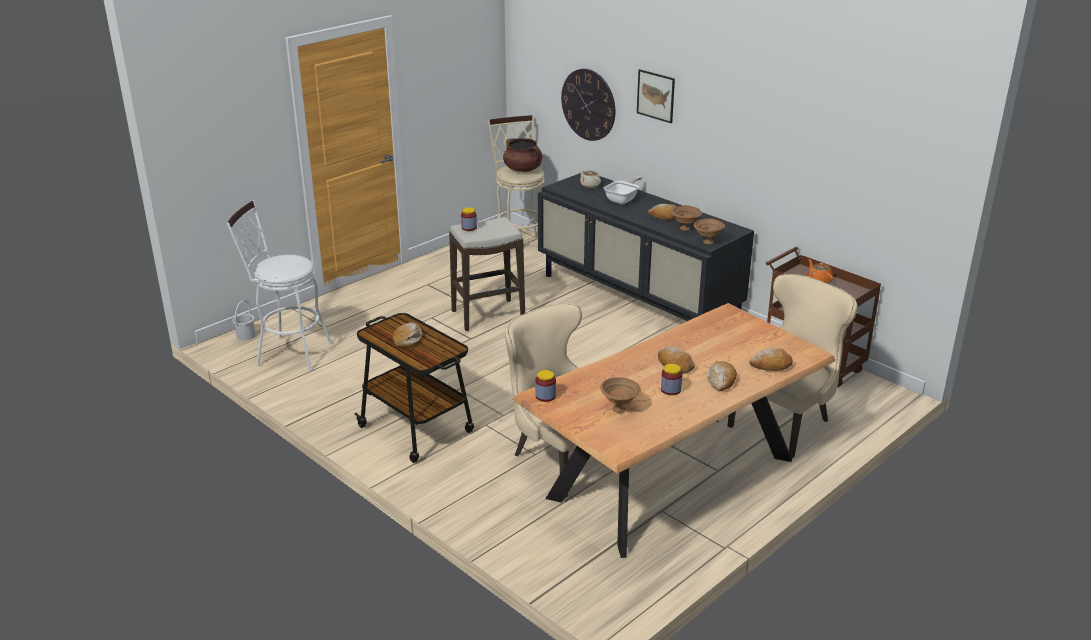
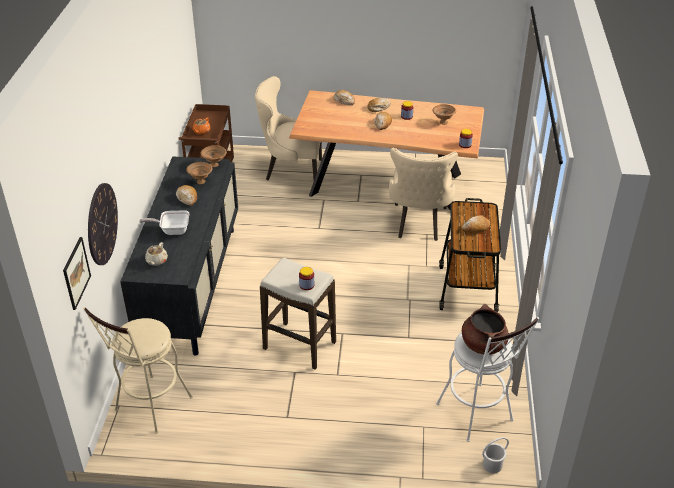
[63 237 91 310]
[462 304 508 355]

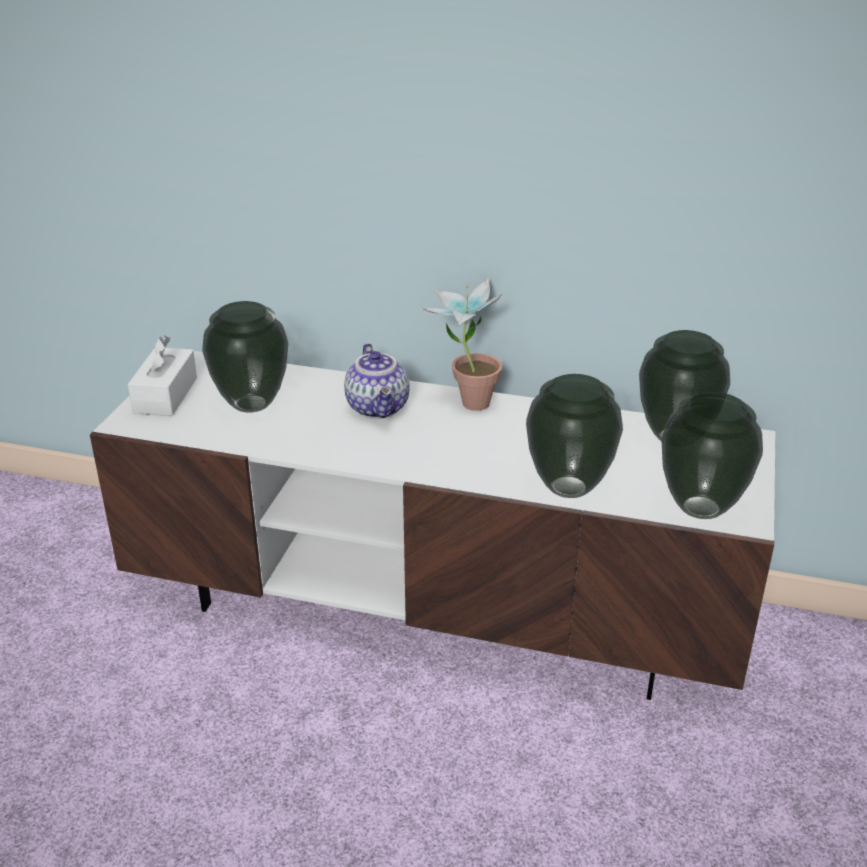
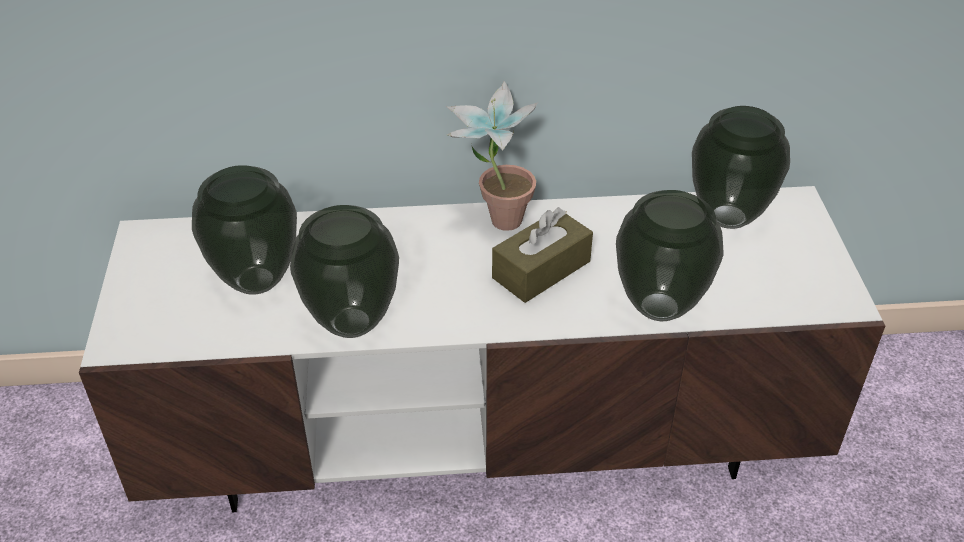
[290 205 399 338]
[492 207 593 303]
[128 335 197 416] (first image)
[344 343 410 419] (first image)

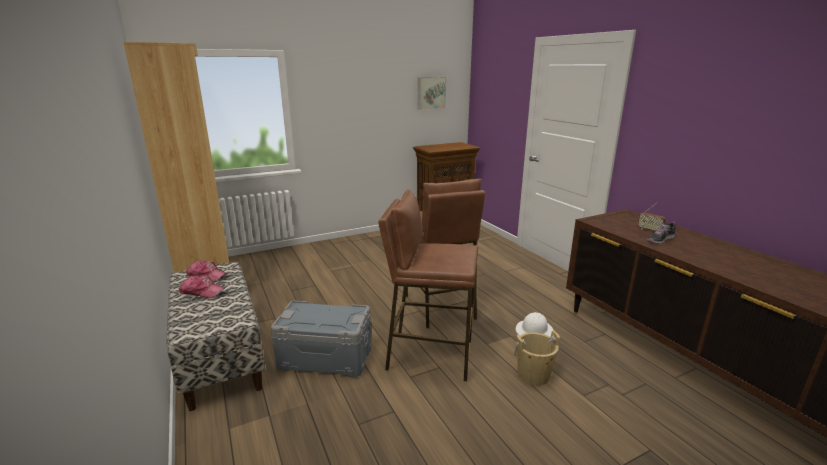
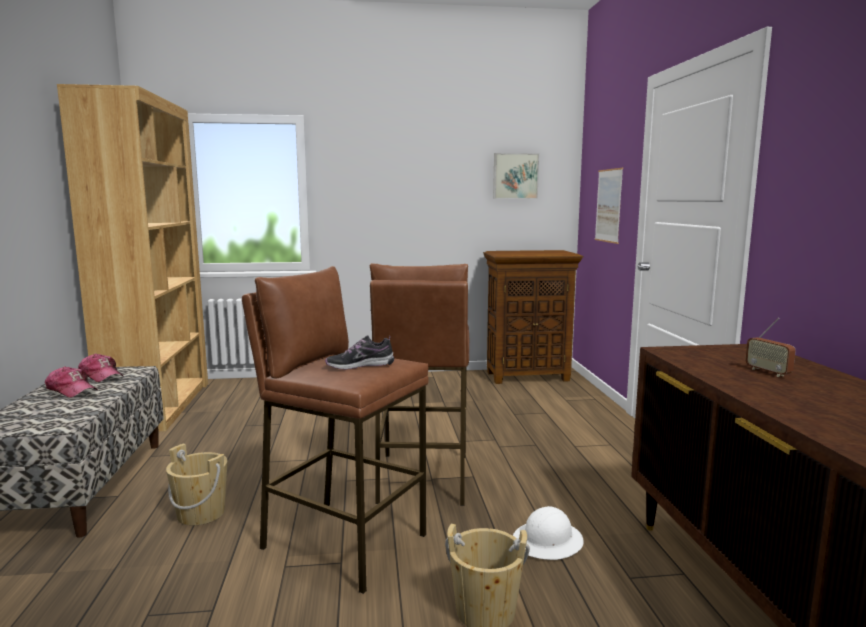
[166 443 228 525]
[325 335 394 370]
[595 168 623 244]

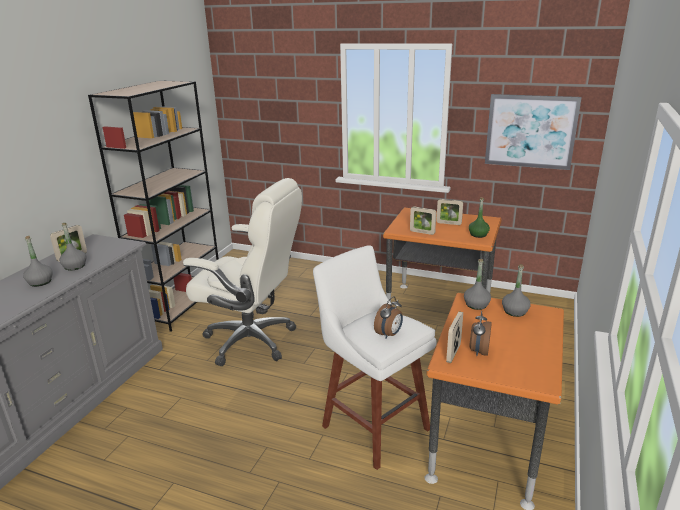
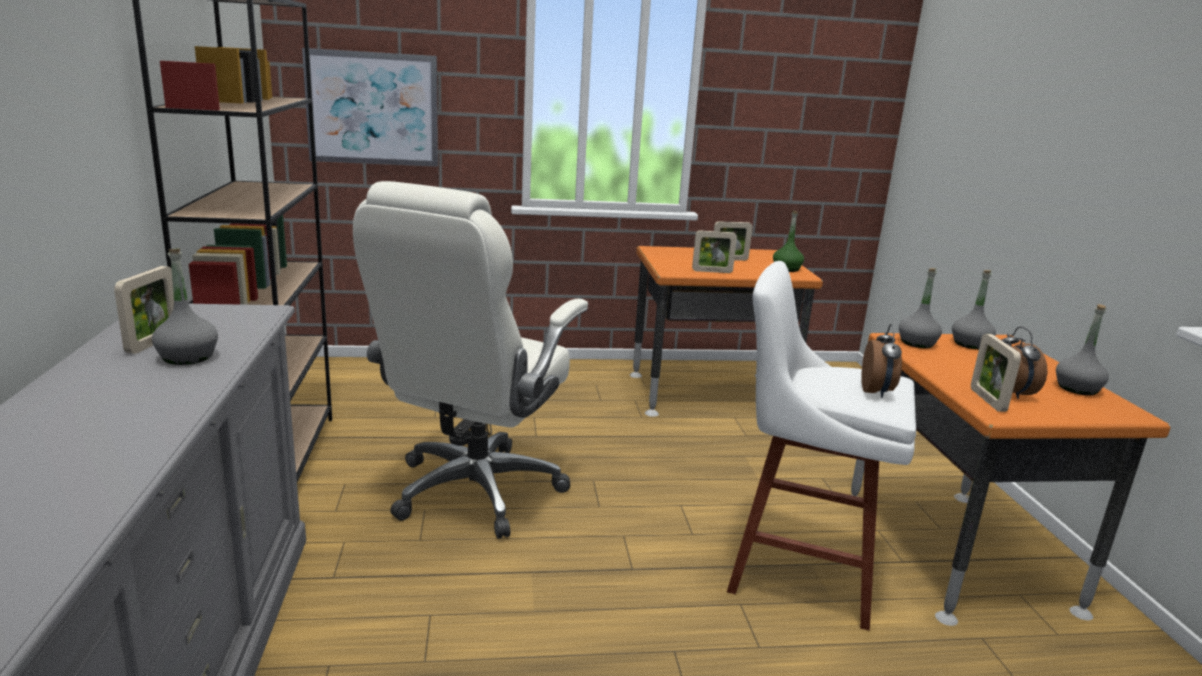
[302 48 438 167]
[353 181 588 539]
[1056 304 1109 395]

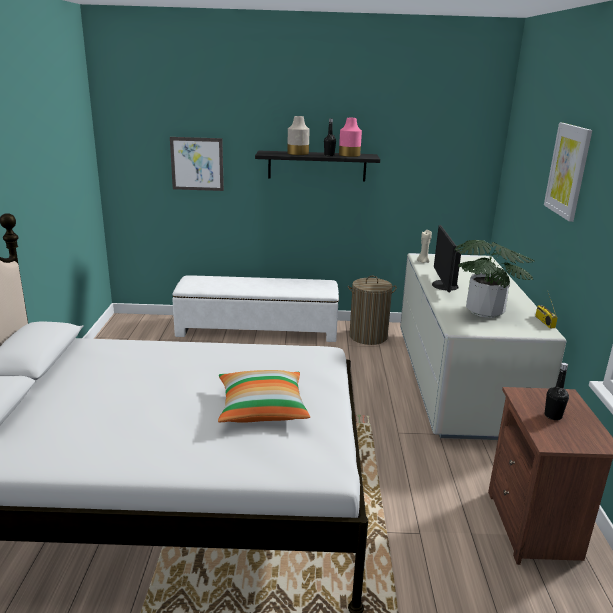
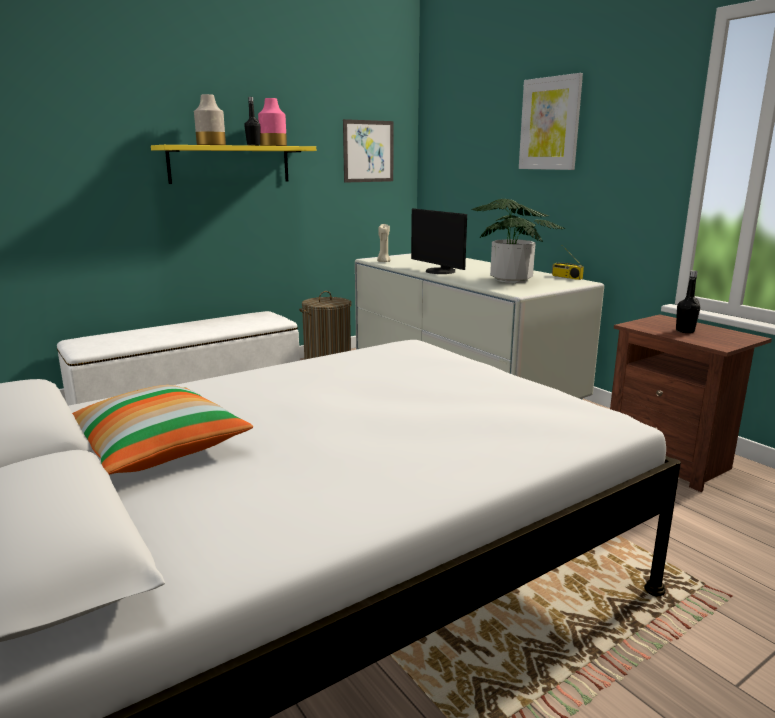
[72 385 253 475]
[151 145 316 184]
[343 119 394 183]

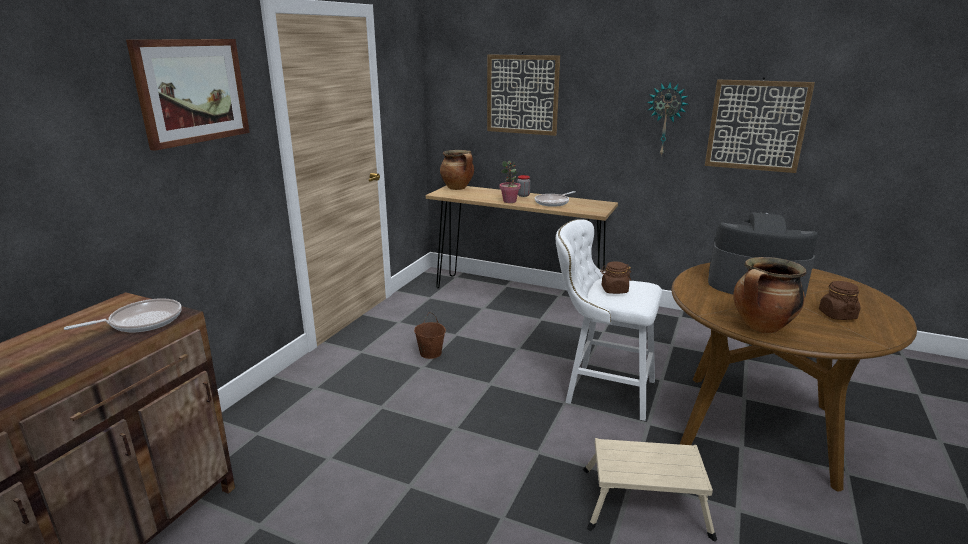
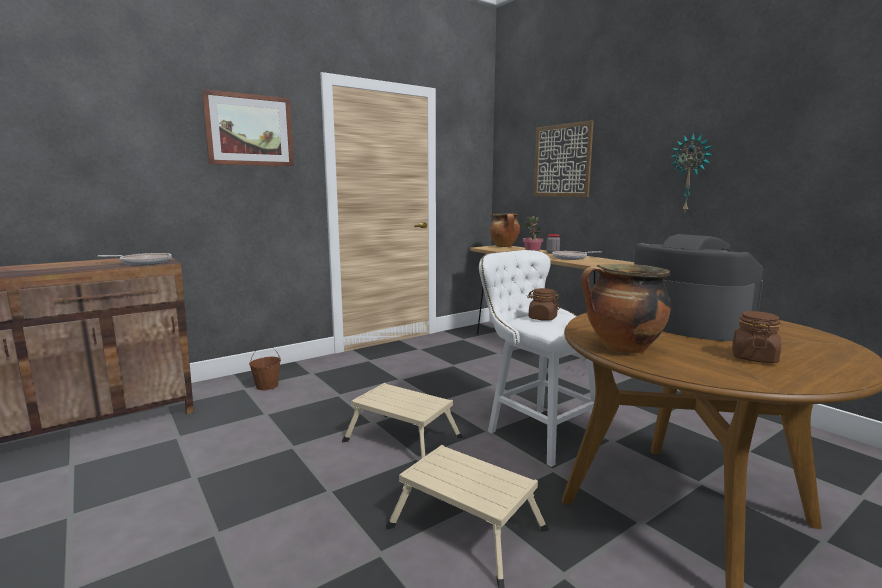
[249 344 281 391]
[342 383 463 459]
[705 77 815 173] (first image)

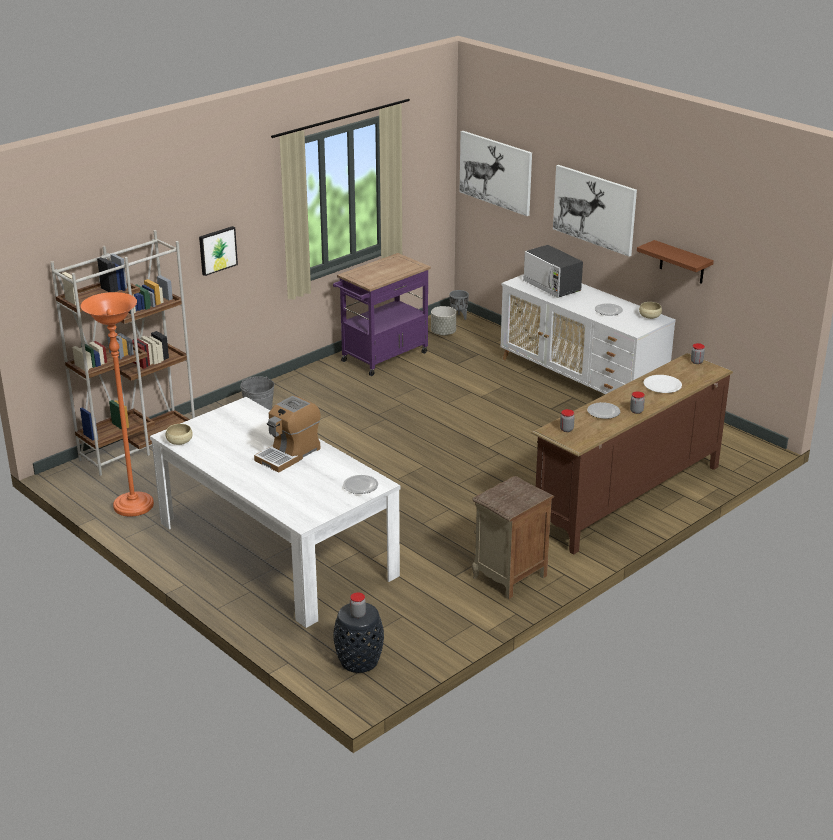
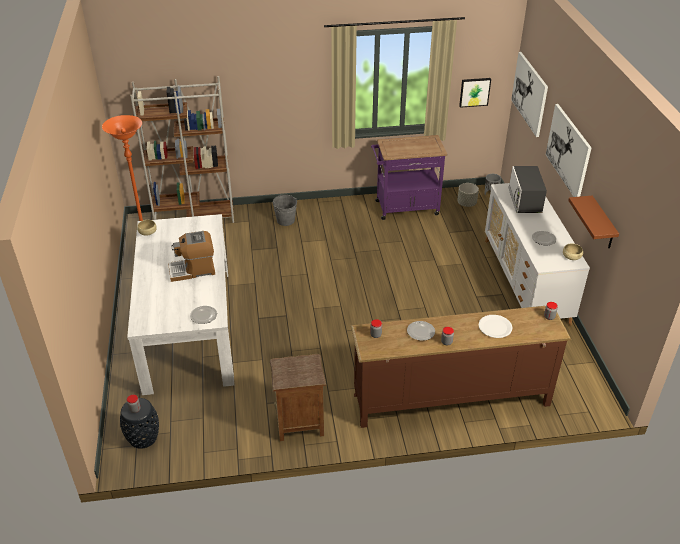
[459 78 491 108]

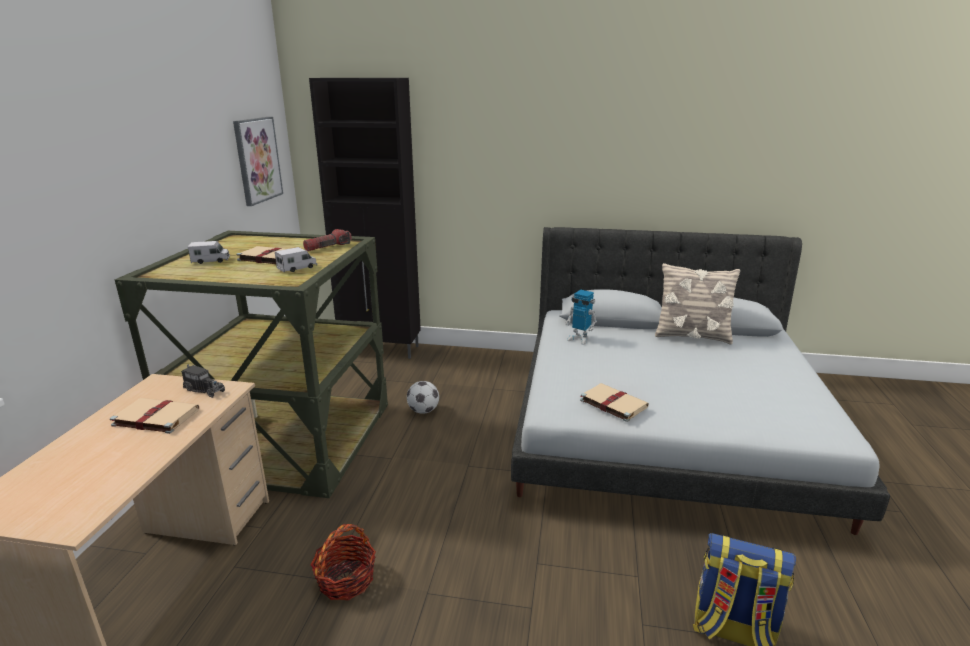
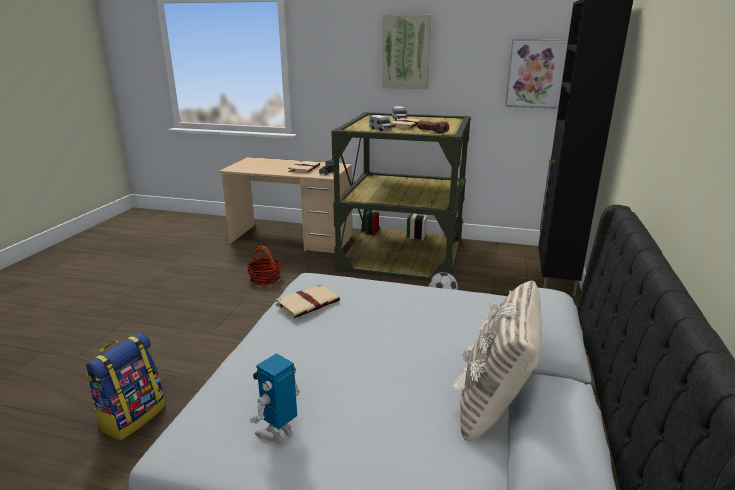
[250 353 300 443]
[382 15 431 89]

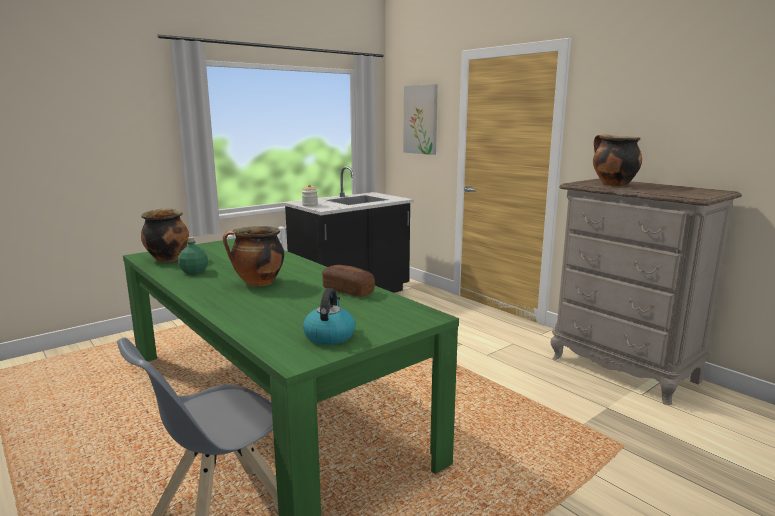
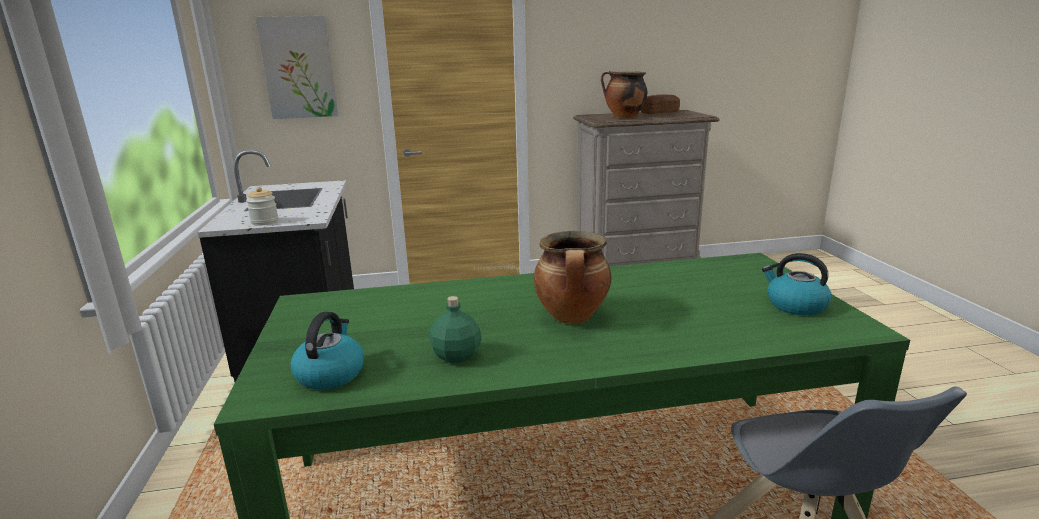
[290 312 364 390]
[641 95 680 114]

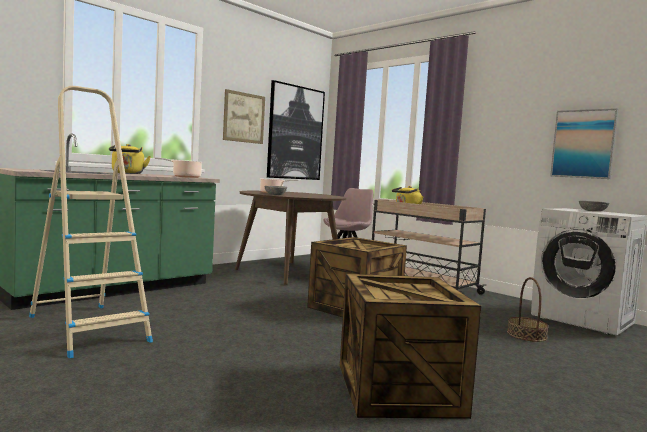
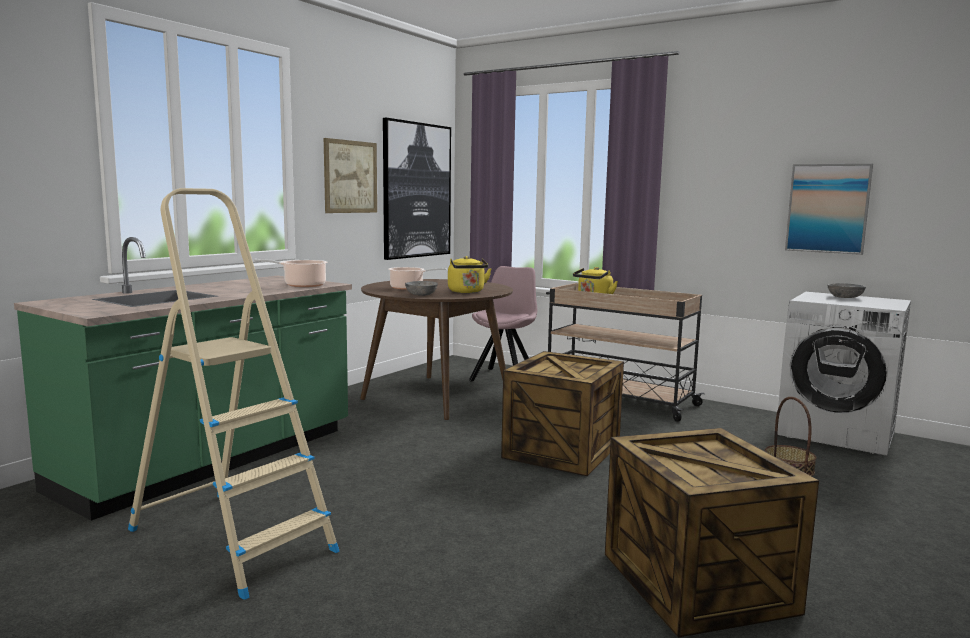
[448 256 492 293]

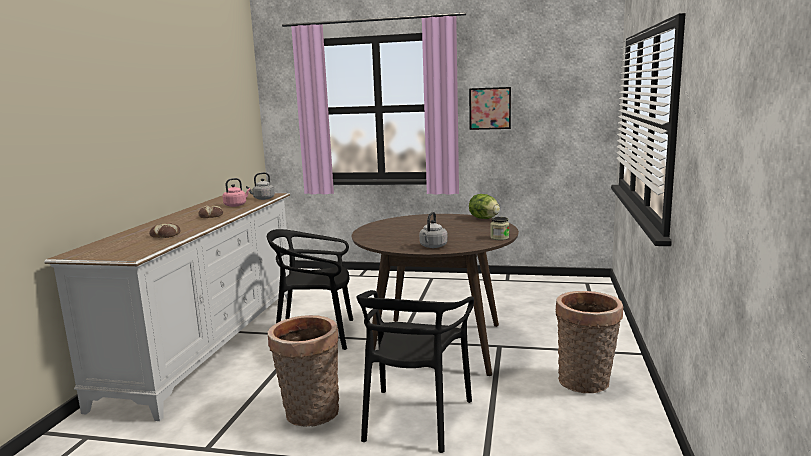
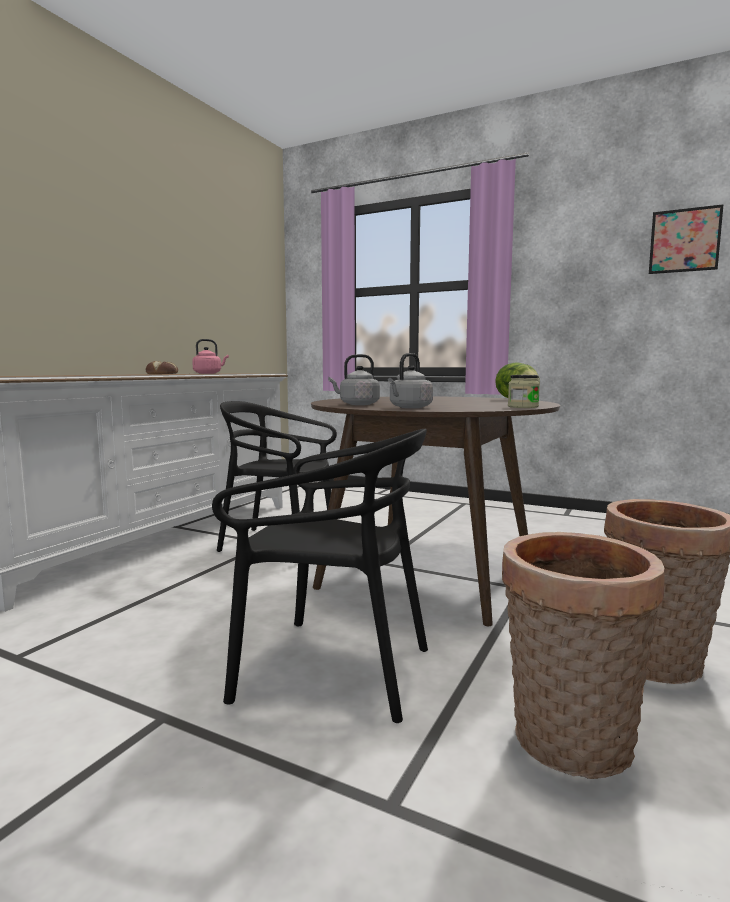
[212 429 428 723]
[328 354 380 405]
[502 532 665 779]
[649 204 724 274]
[149 223 181 238] (first image)

